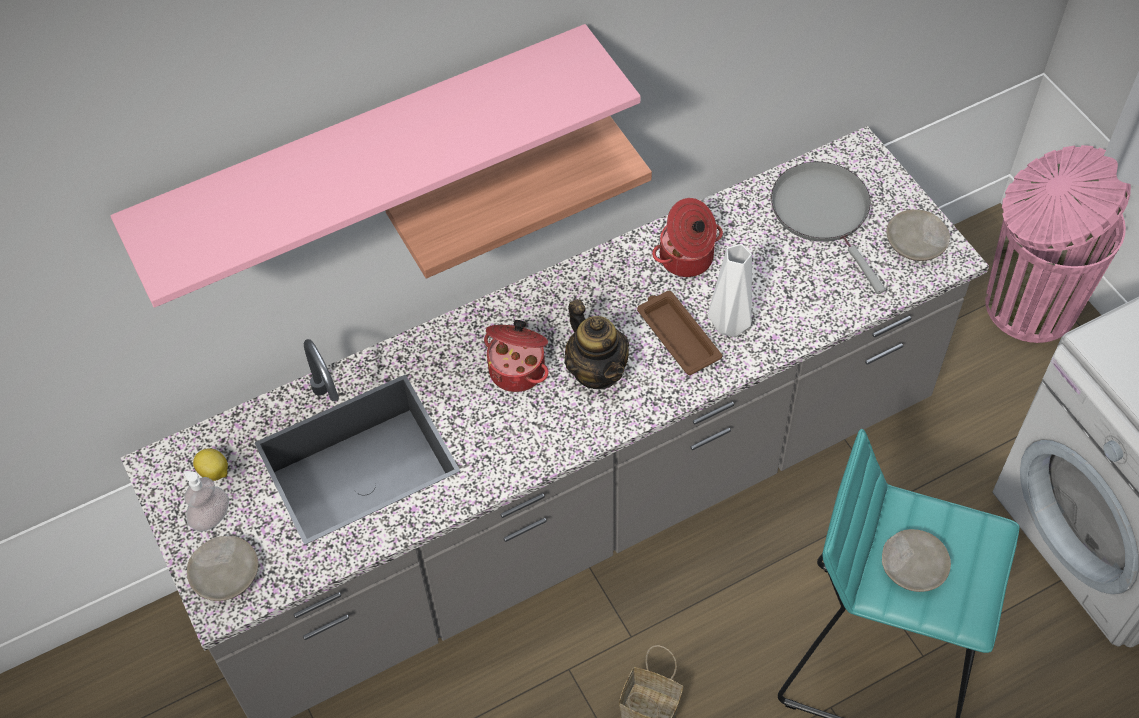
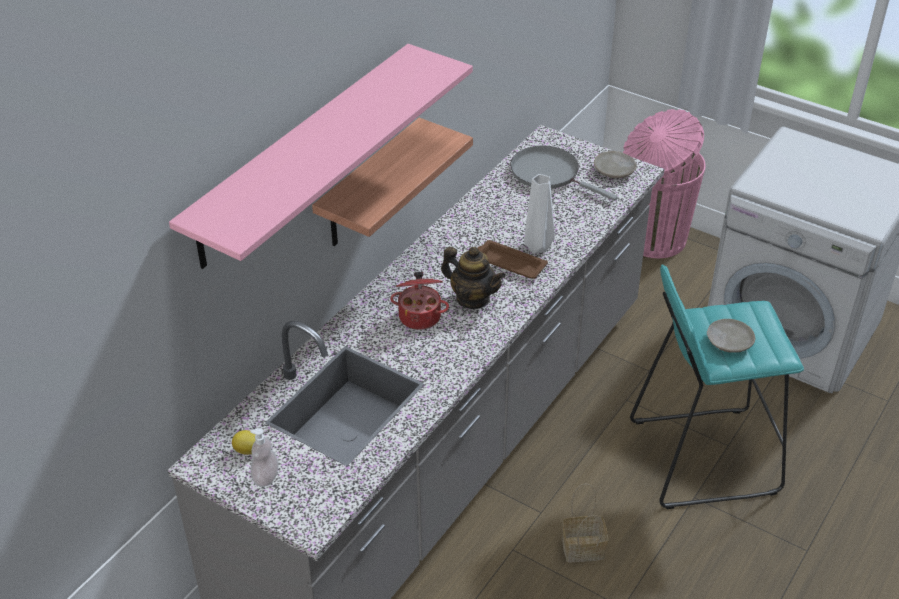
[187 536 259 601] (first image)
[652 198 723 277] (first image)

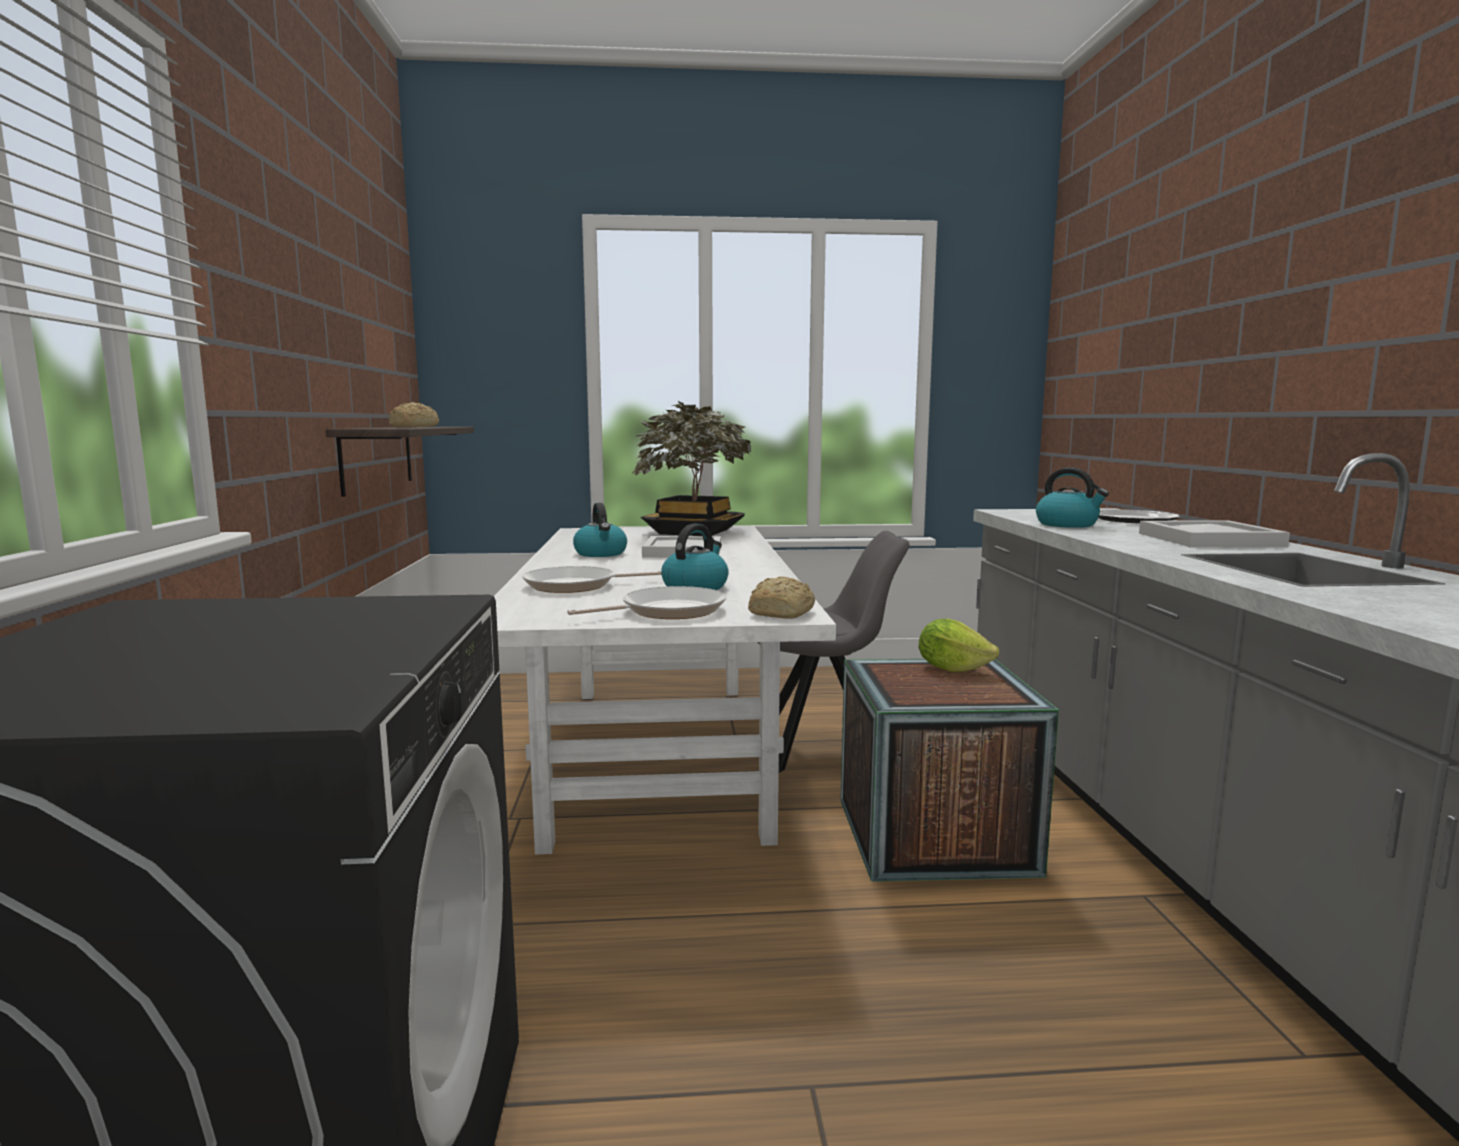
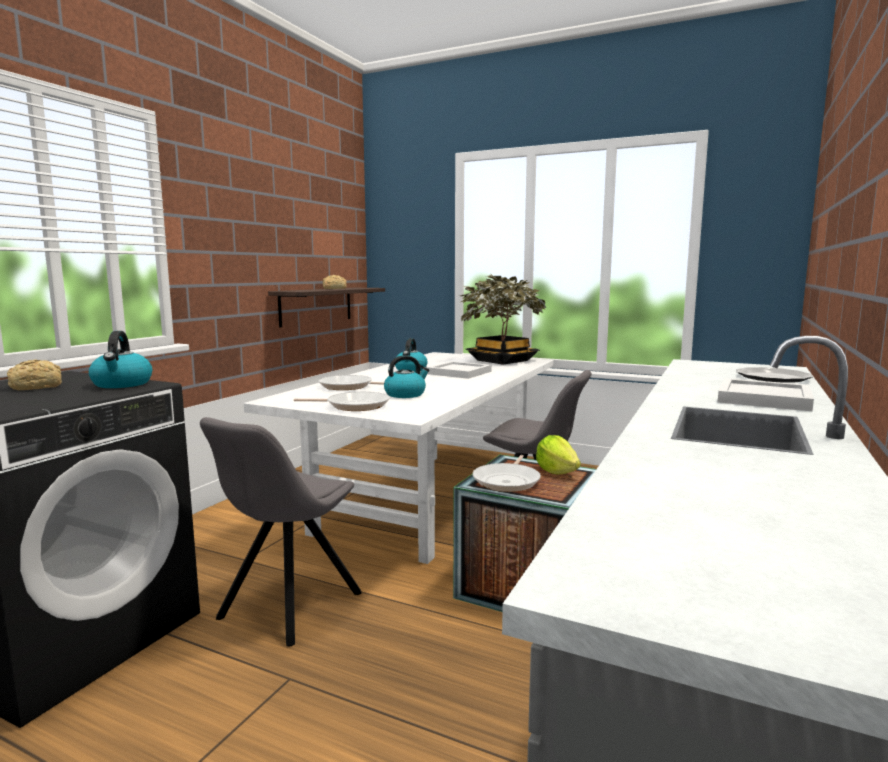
[7 360 62 390]
[89 331 152 388]
[200 417 362 646]
[473 455 541 492]

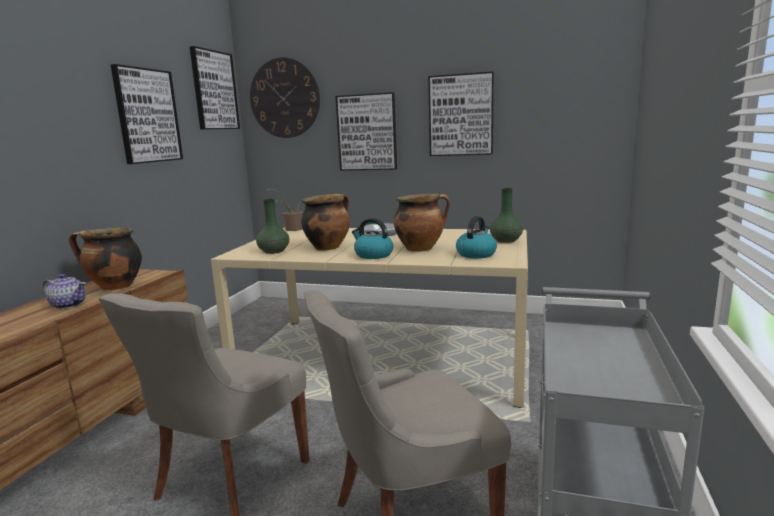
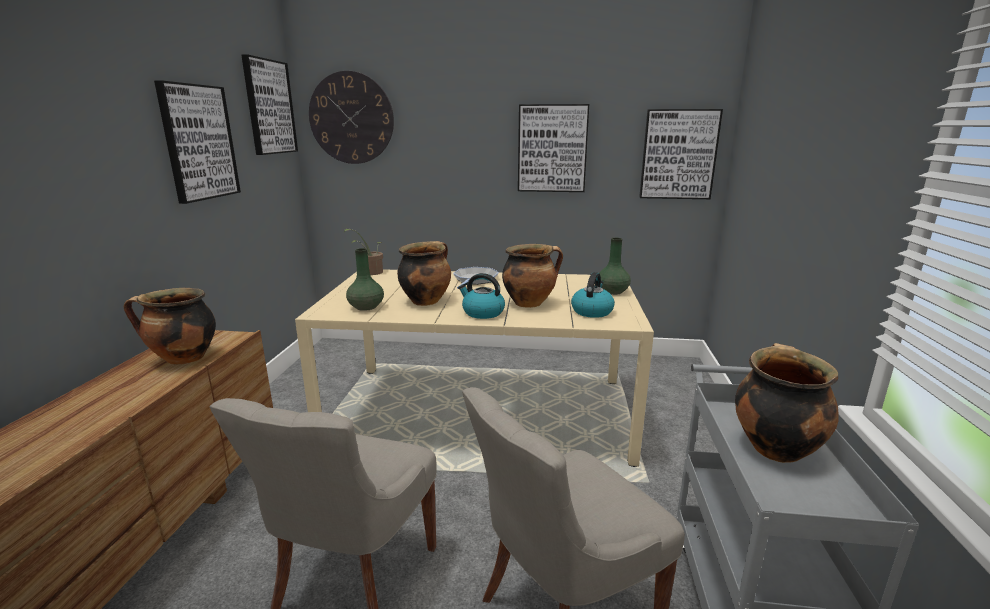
[639 109 723 199]
[735 343 839 463]
[43 274 86 309] (first image)

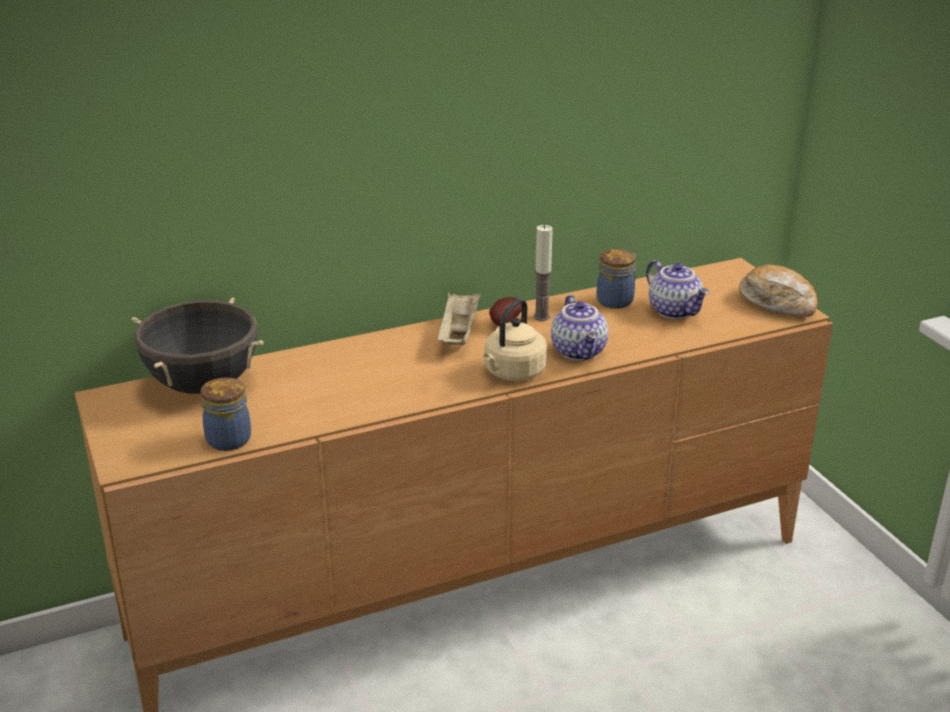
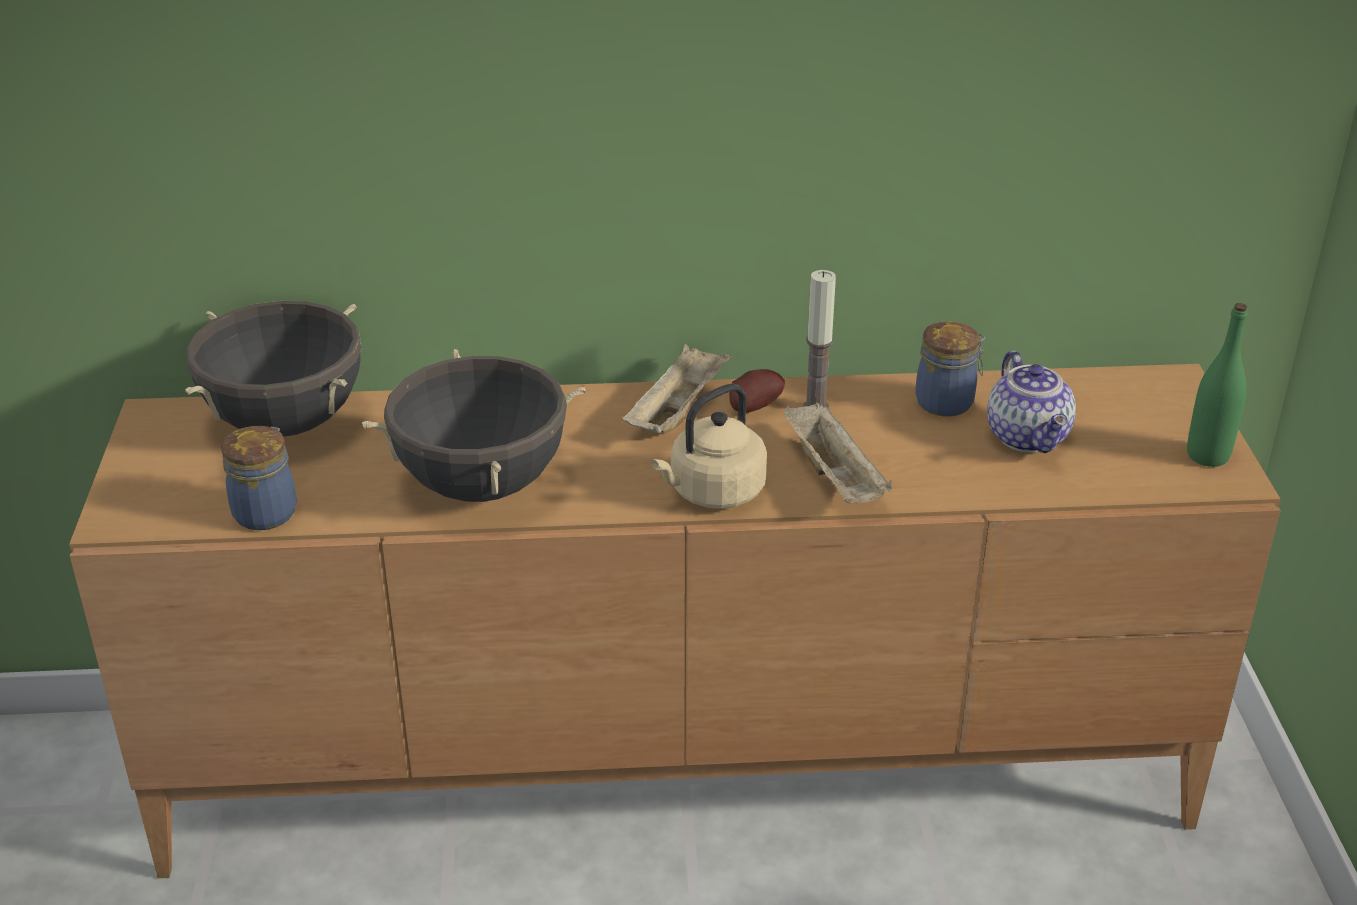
[362 349 586 502]
[784 402 892 503]
[1187 303 1248 467]

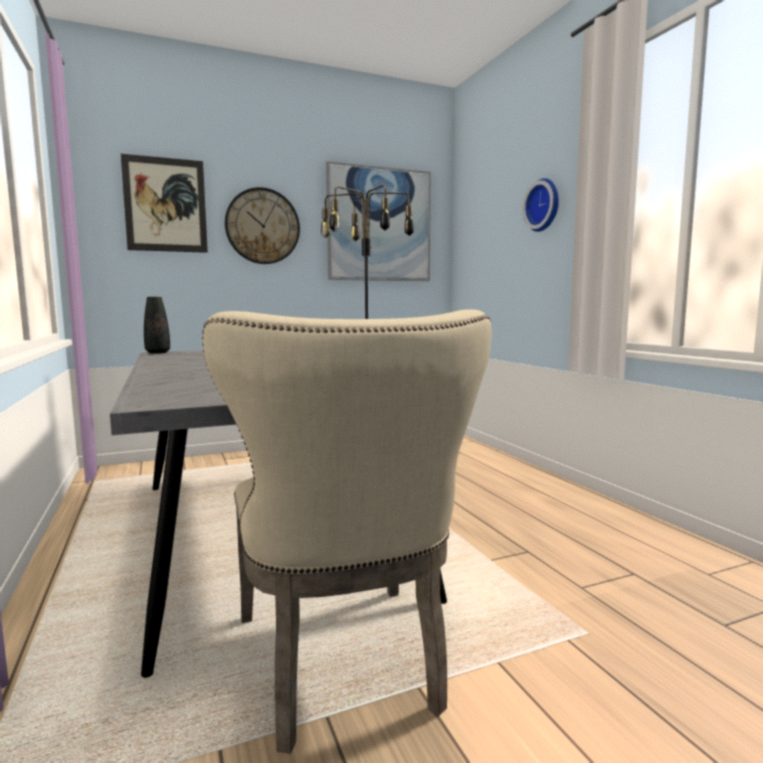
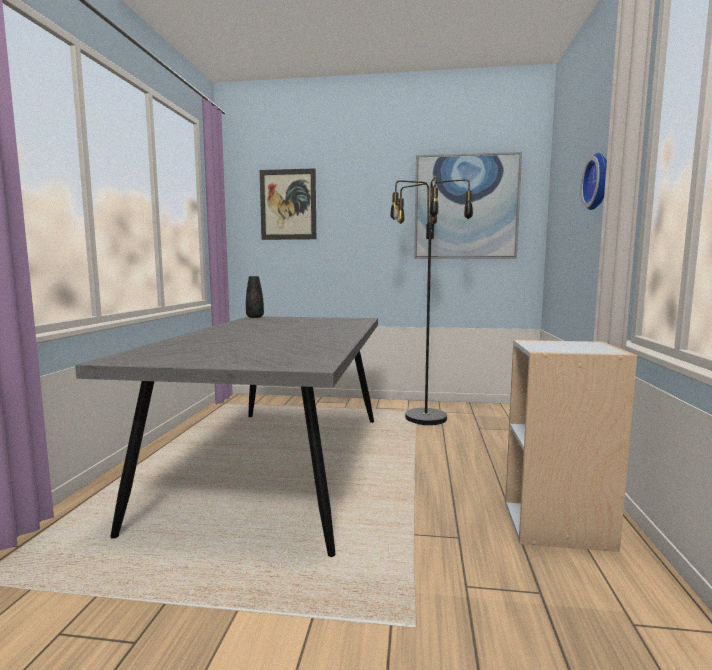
[505 340 637 552]
[202 309 492 754] (first image)
[225 187 300 264] (first image)

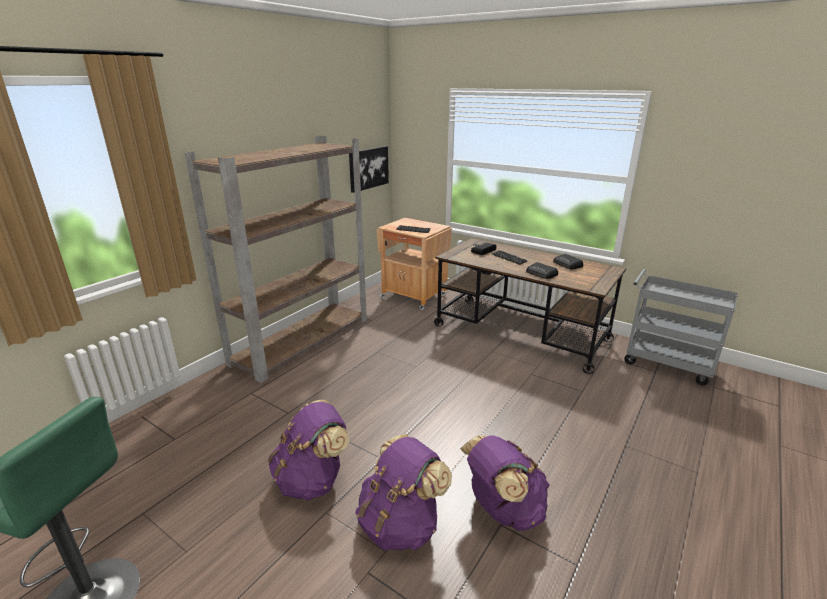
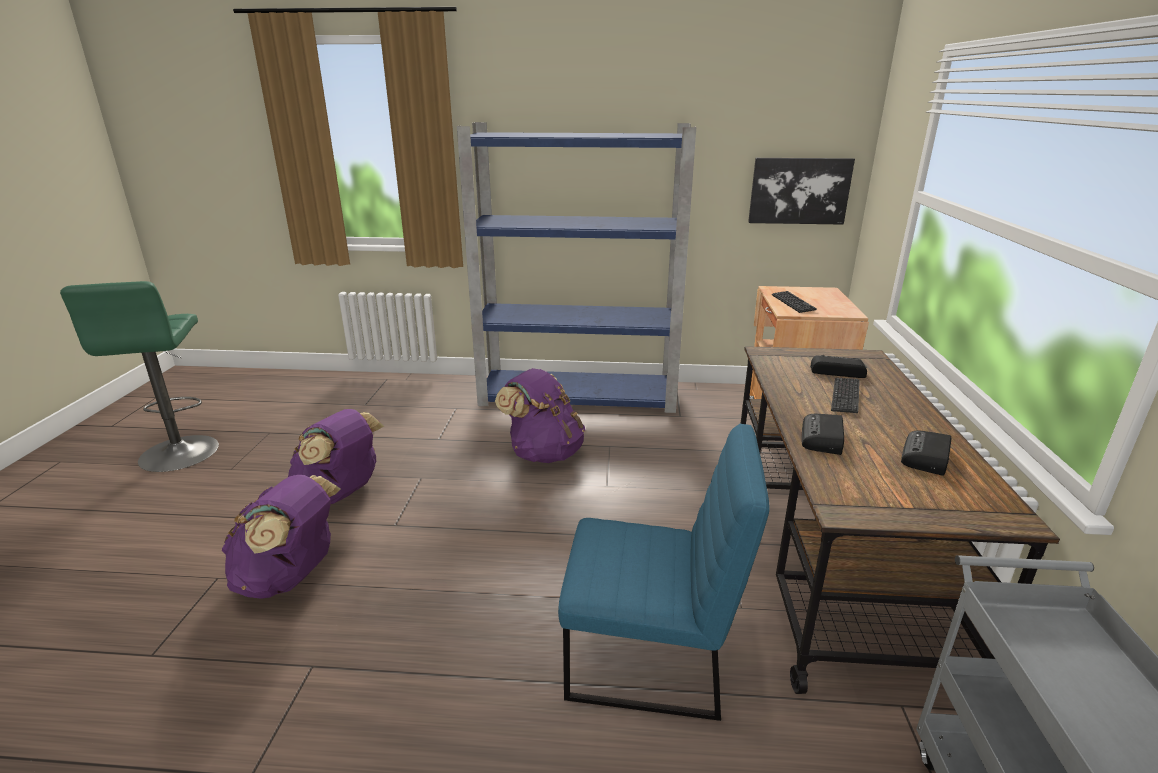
[457 122 696 413]
[495 368 585 463]
[558 424 770 721]

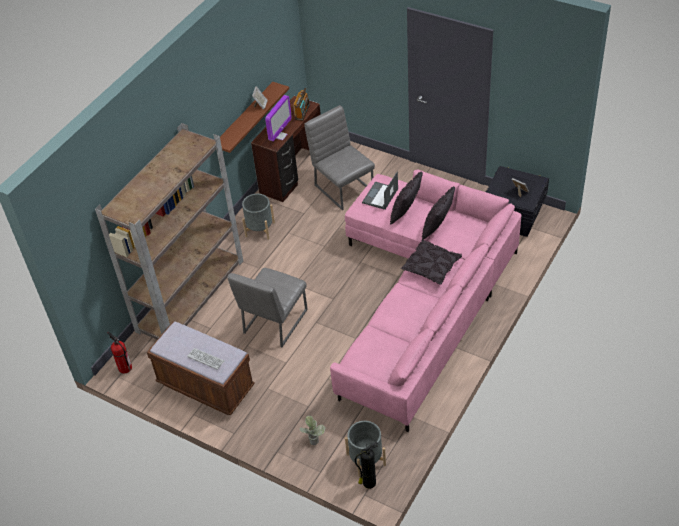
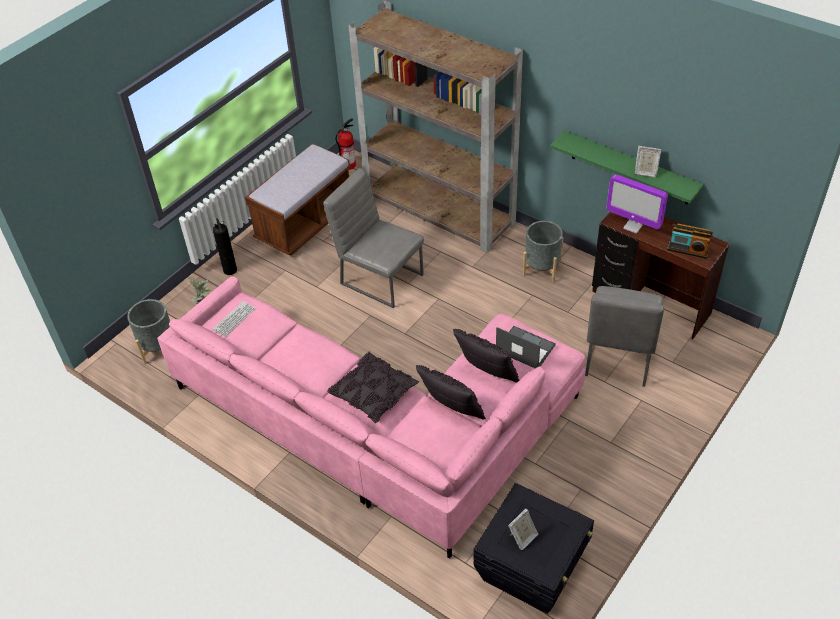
[213 218 237 275]
[213 301 256 337]
[550 131 704 205]
[585 286 664 387]

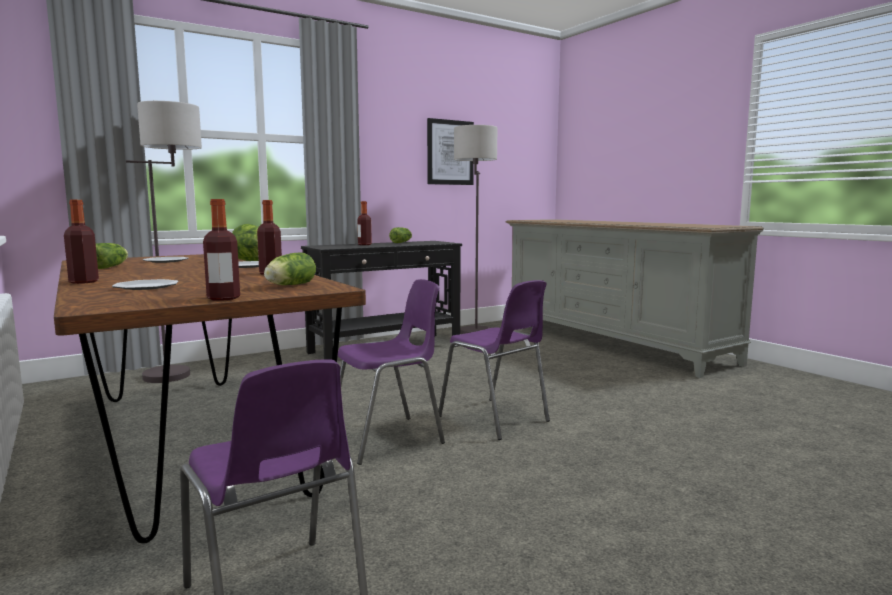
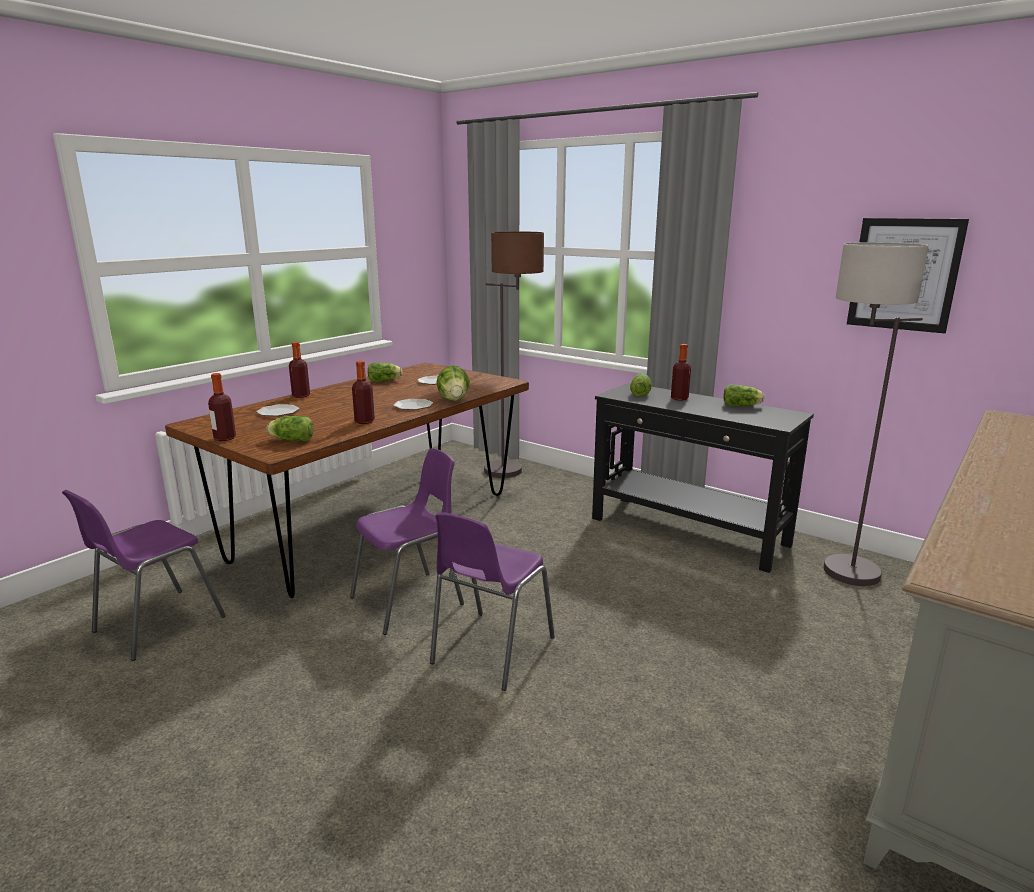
[350 448 464 635]
[484 231 544 478]
[630 374 652 397]

